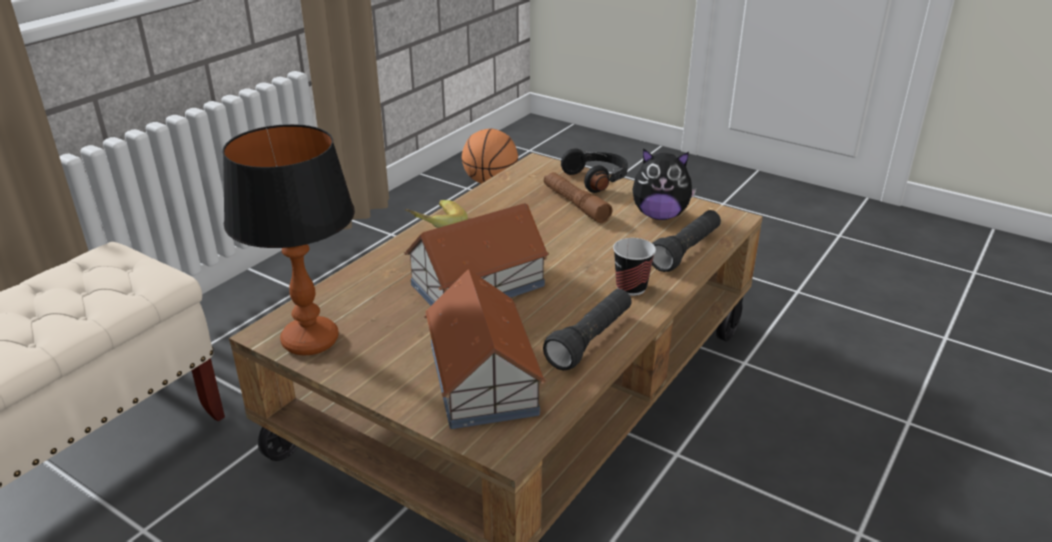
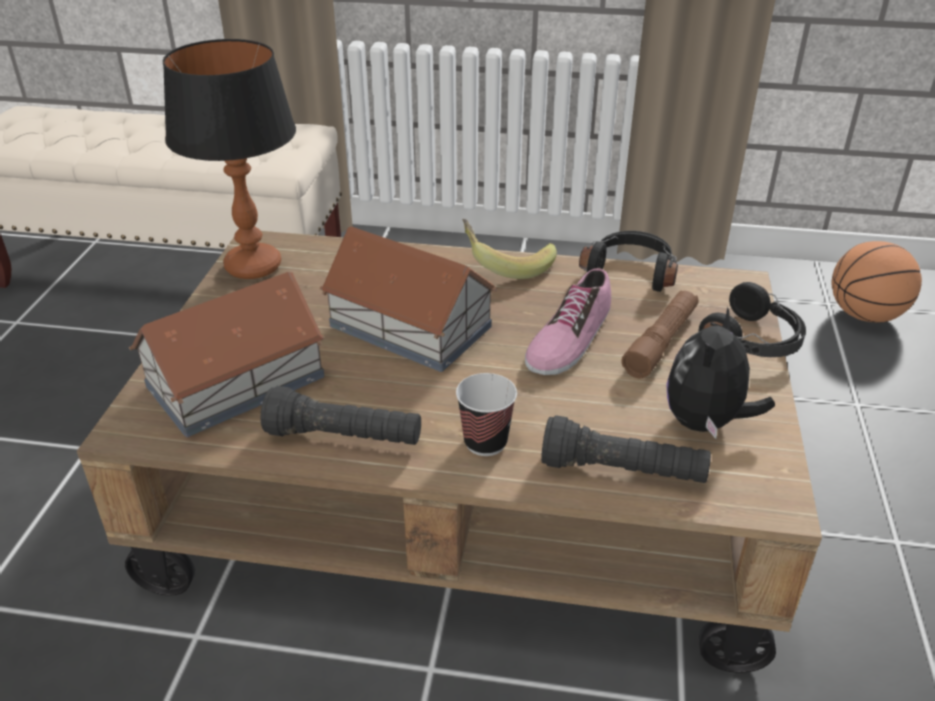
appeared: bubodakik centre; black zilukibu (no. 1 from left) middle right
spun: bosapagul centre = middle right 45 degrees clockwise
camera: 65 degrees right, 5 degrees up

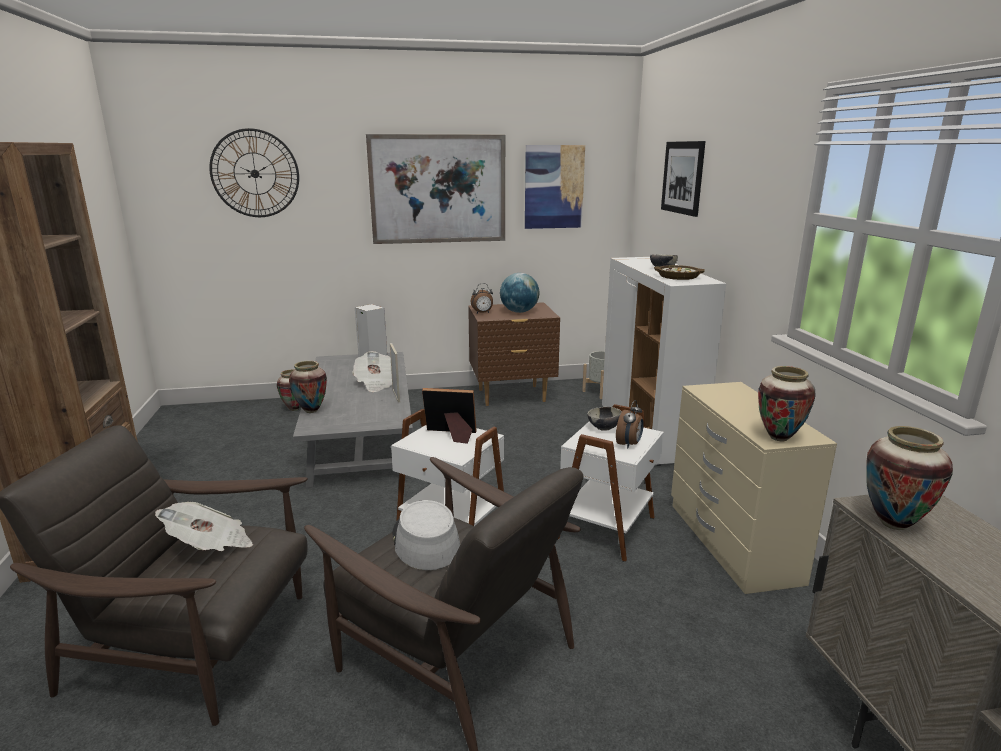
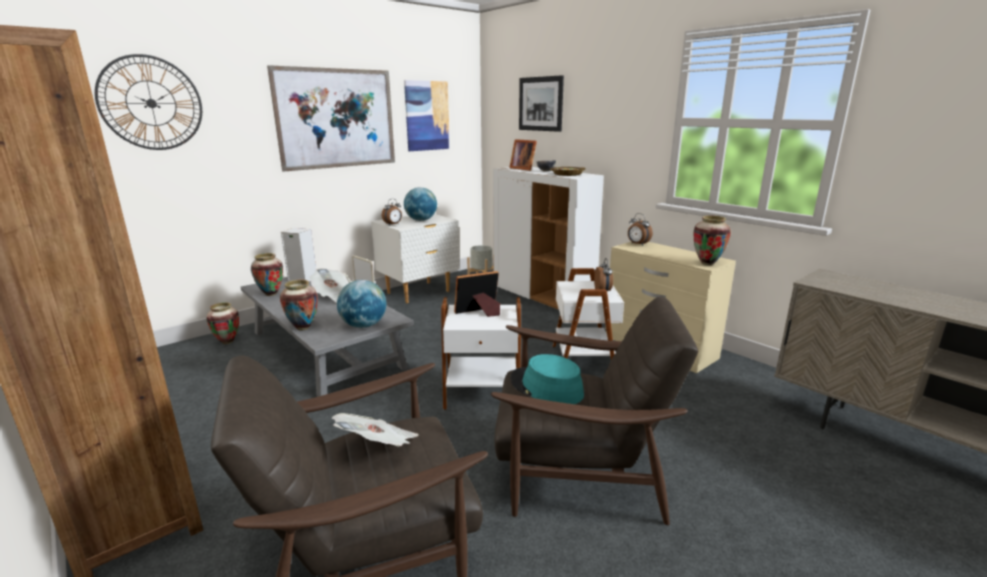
missing: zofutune (no. 1 from left) centre
appeared: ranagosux (no. 1 from left) centre; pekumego (no. 3 from left) top centre; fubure (no. 3 from left) centre
relocated: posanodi (no. 4 from left in the first image) middle right to posanodi (no. 2 from left) middle left
colour: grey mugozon bottom centre to turquoise mugozon centre; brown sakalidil centre to white sakalidil centre
camera: 30 degrees left, 0 degrees up

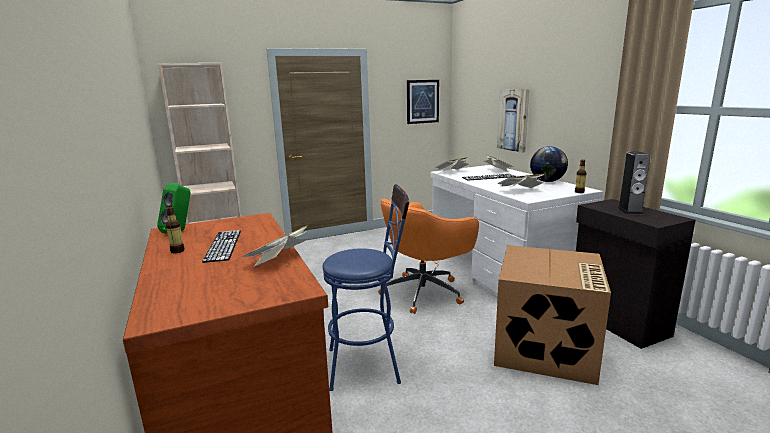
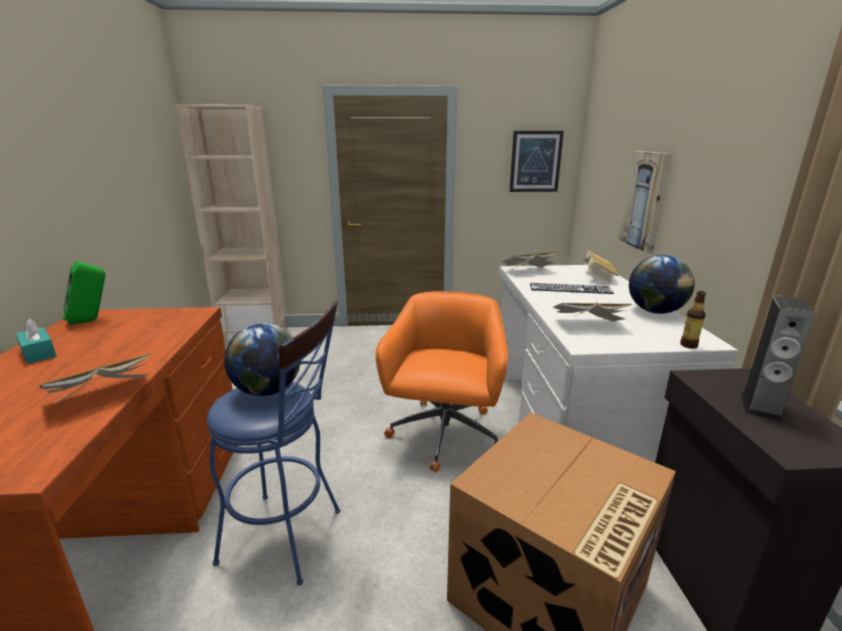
missing: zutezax (no. 1 from left) middle left
appeared: ranagosux (no. 1 from left) middle left
exchanged: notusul (no. 1 from left) middle left to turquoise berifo middle left
spun: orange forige centre = centre 120 degrees clockwise
camera: 20 degrees right, 5 degrees up

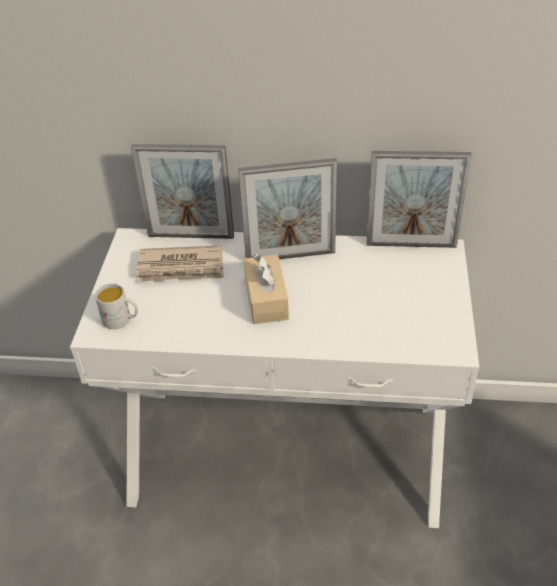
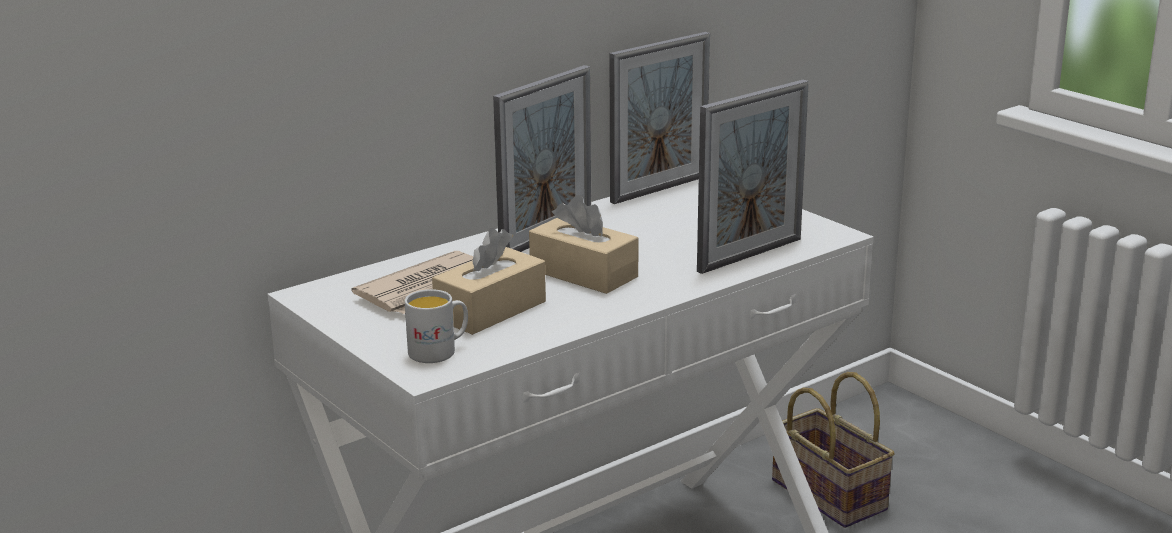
appeared: beige berifo (no. 1 from left) centre; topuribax bottom right
relocated: pekumego (no. 1 from left in the first image) top left to pekumego (no. 3 from left) top centre
camera: 45 degrees left, 20 degrees down

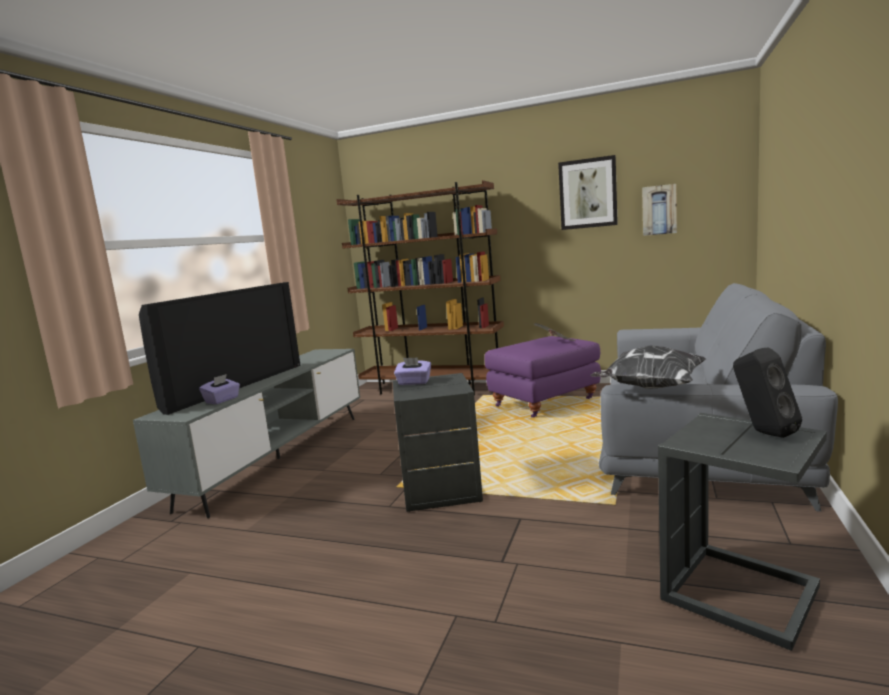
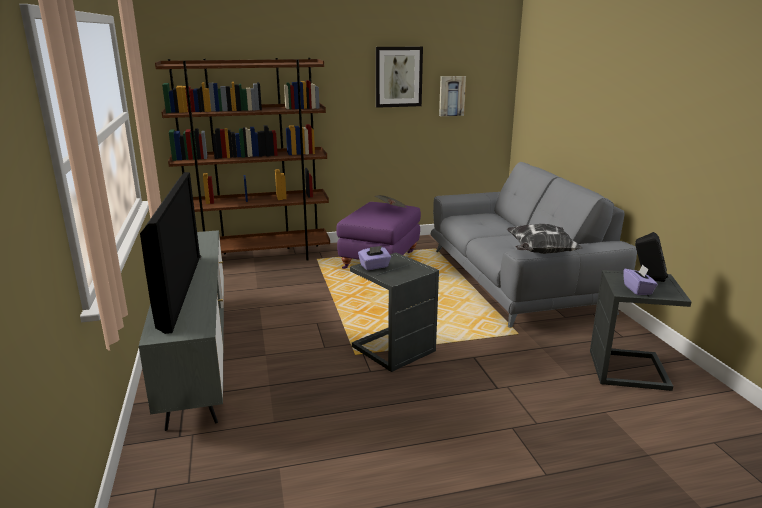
relocated: purple berifo (no. 1 from left in the first image) middle left to purple berifo (no. 2 from left) middle right
camera: 35 degrees left, 10 degrees up

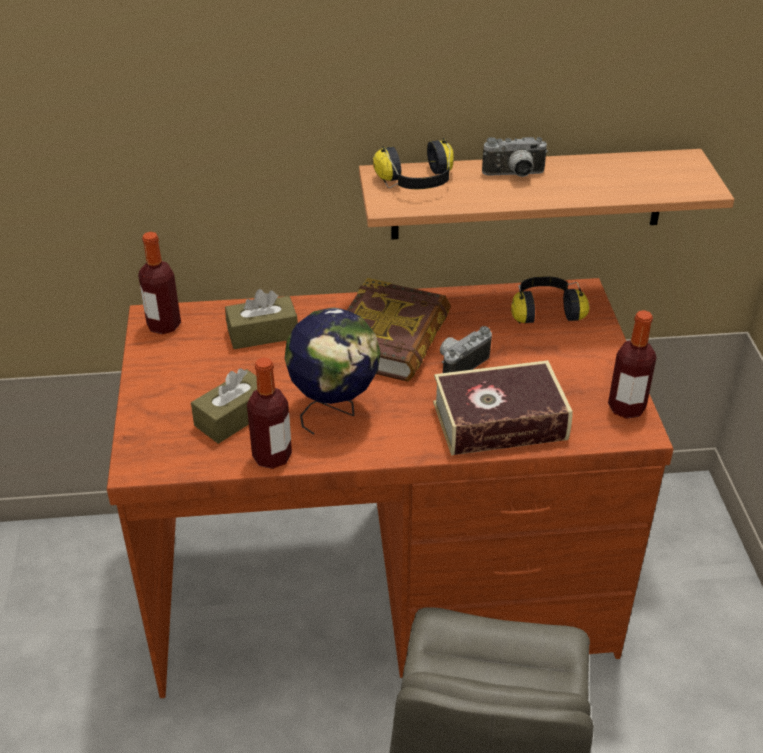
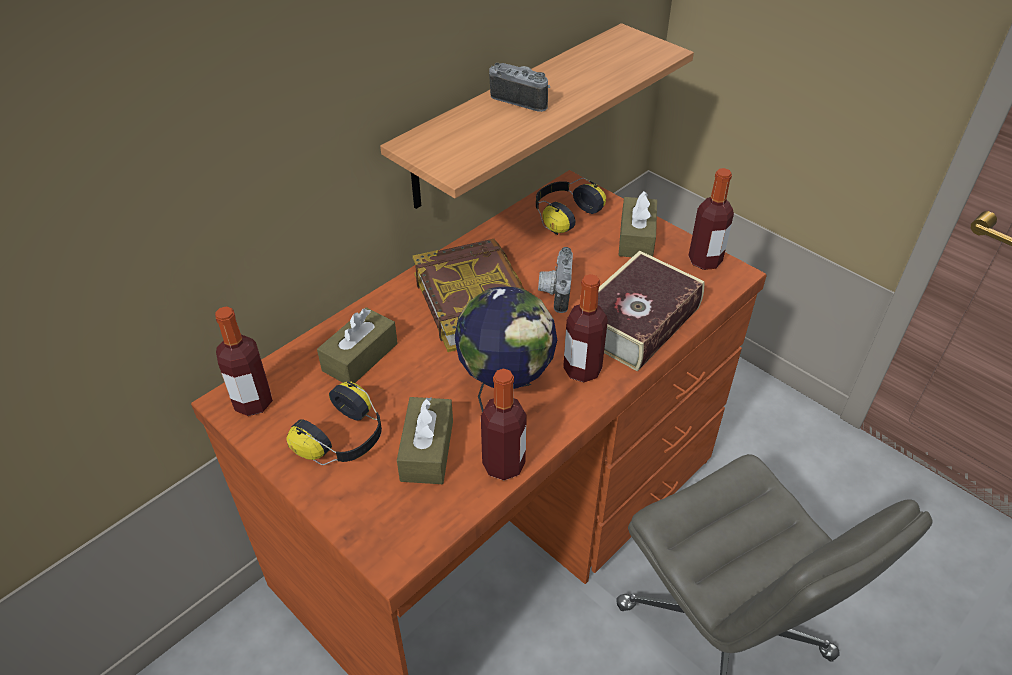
appeared: notusul (no. 3 from left) centre; brown berifo (no. 3 from left) top centre
relocated: zilukibu (no. 1 from left) top centre to middle left
spun: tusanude (no. 2 from left in the first image) top right = top centre 105 degrees counterclockwise
camera: 40 degrees left, 5 degrees up

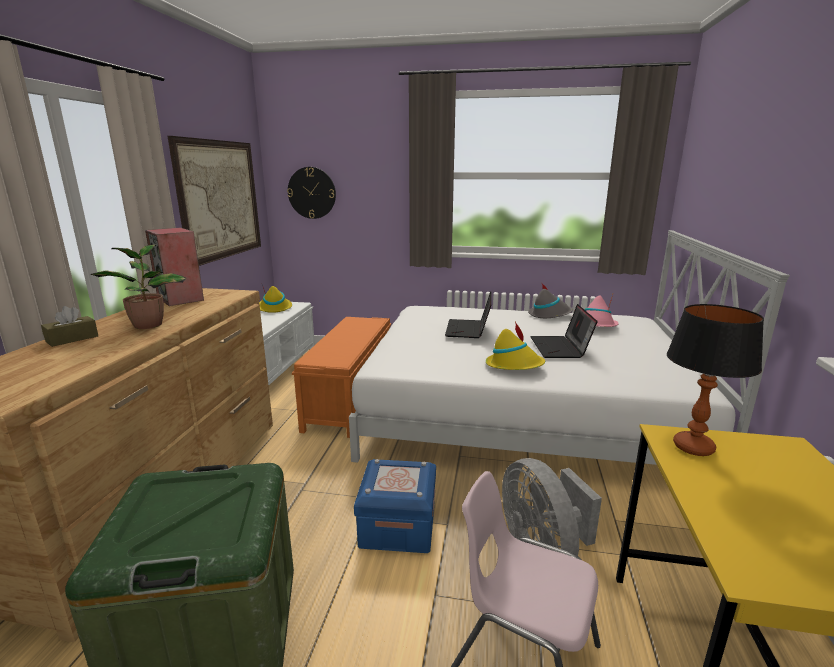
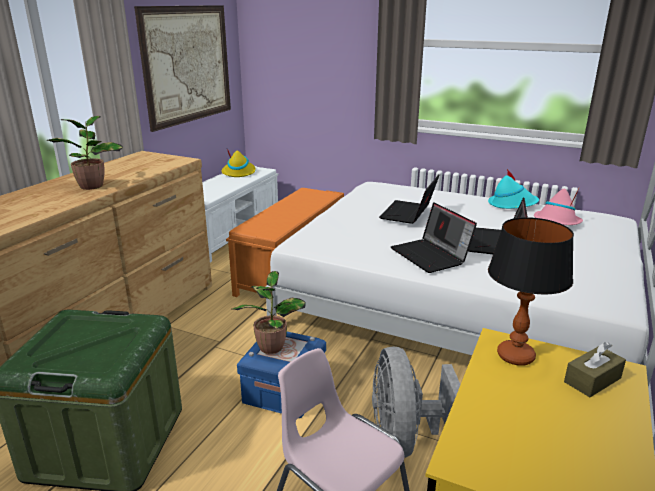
missing: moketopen middle left; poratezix top centre
appeared: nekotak (no. 2 from left) centre
relocated: brown berifo middle left to bottom right
exchanged: yellow mugozon (no. 2 from left) centre to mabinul (no. 2 from left) centre
colour: grey mugozon centre to turquoise mugozon middle right
camera: 15 degrees right, 5 degrees up

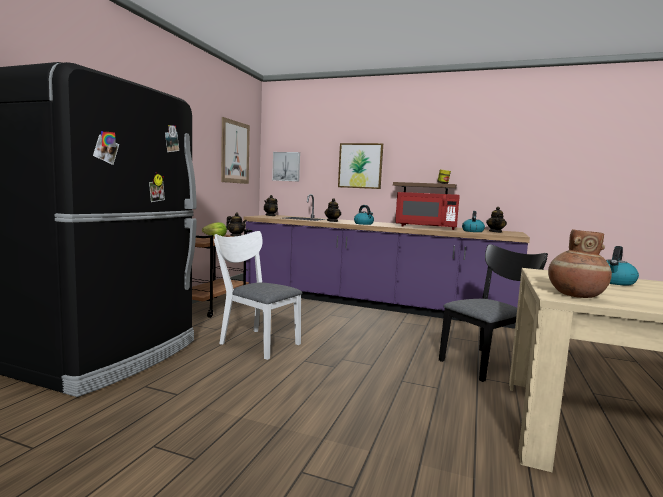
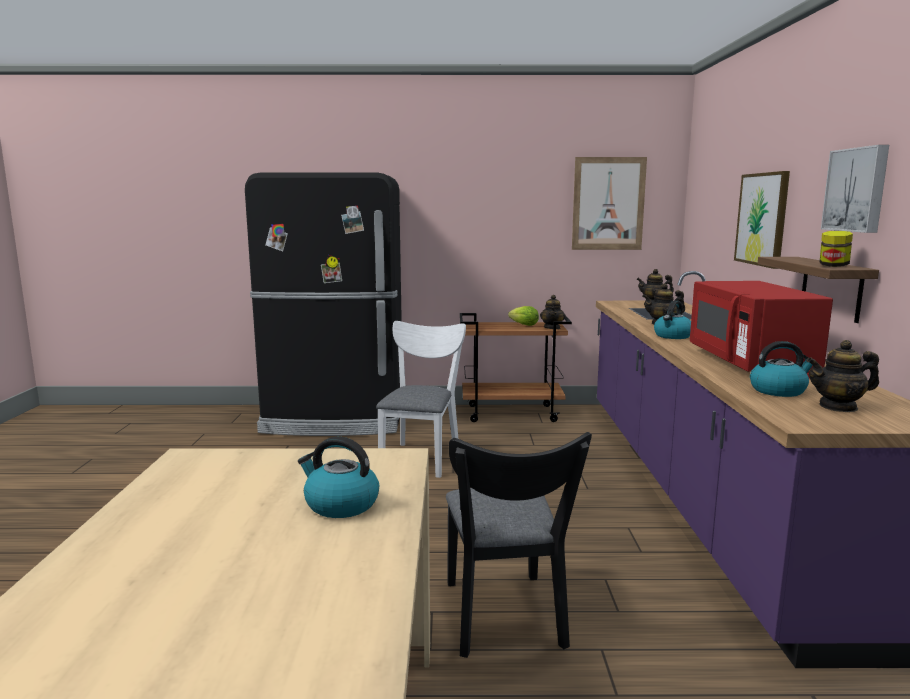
missing: brown posanodi middle right
relocated: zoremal (no. 2 from left in the first image) centre to zoremal (no. 3 from left) top right
spun: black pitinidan middle right = bottom centre 45 degrees clockwise
camera: 70 degrees right, 5 degrees up

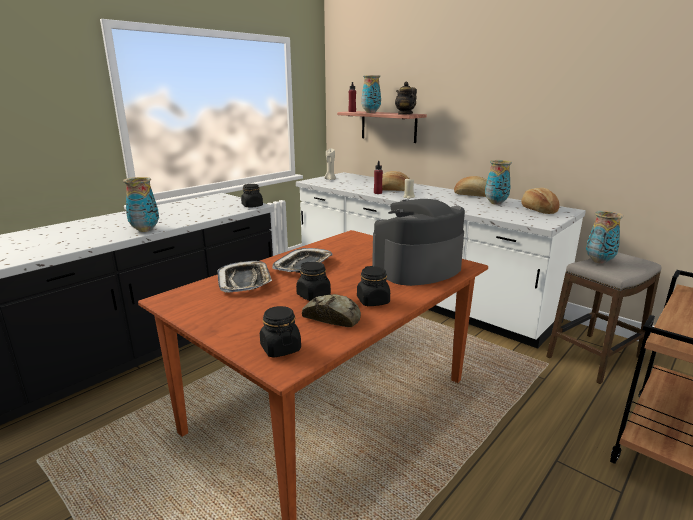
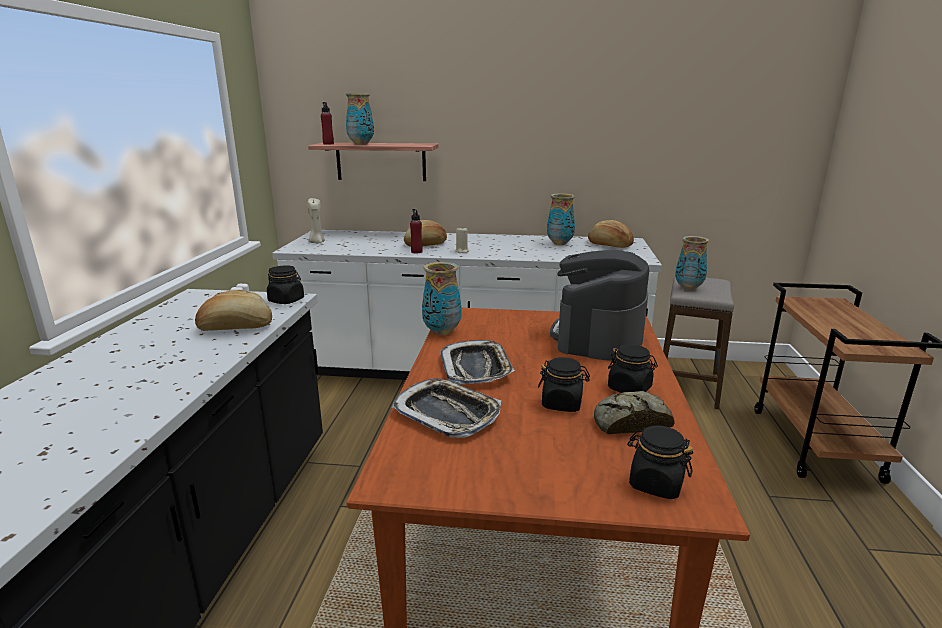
missing: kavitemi top centre
relocated: posanodi (no. 1 from left in the first image) middle left to posanodi (no. 2 from left) centre; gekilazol (no. 3 from left in the first image) middle right to gekilazol (no. 1 from left) middle left
camera: 35 degrees left, 0 degrees up

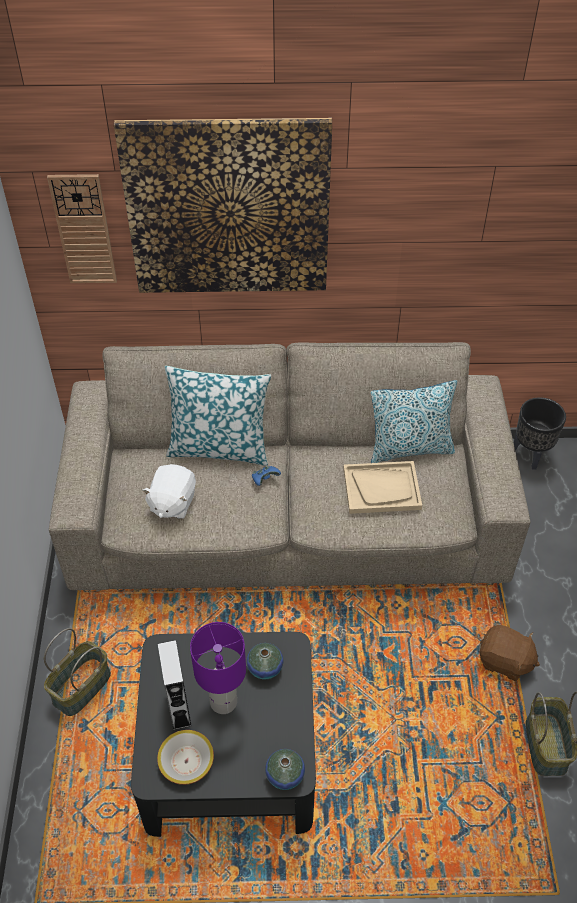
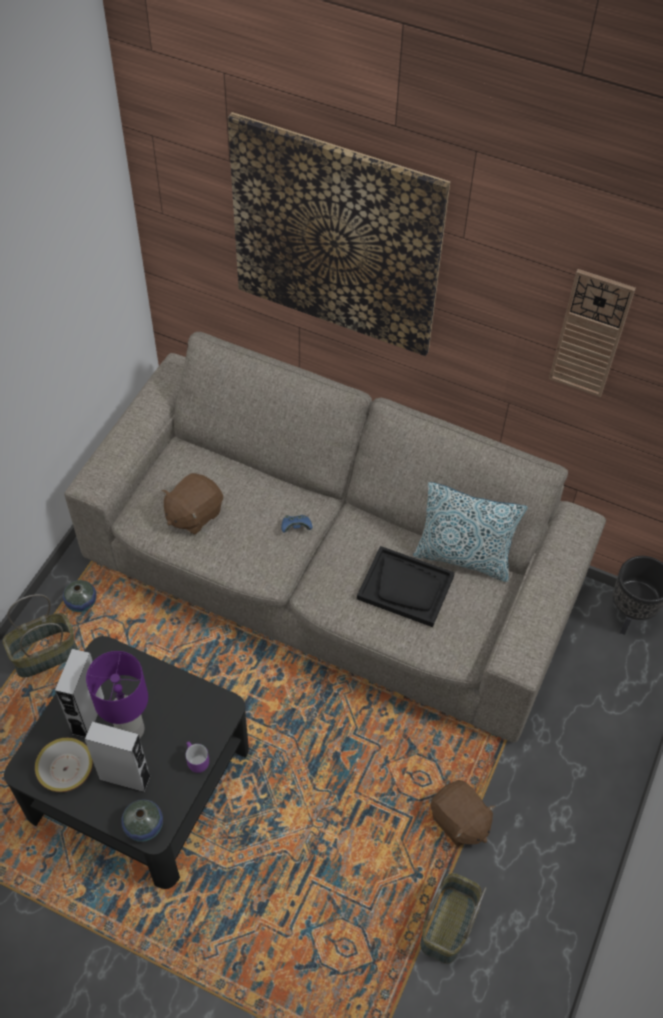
missing: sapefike (no. 1 from left) centre
appeared: grey moketopen (no. 2 from left) bottom left; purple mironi bottom left
relocated: poratezix top left to top right; posanodi (no. 1 from left) bottom centre to middle left
colour: white bosapagul middle left to brown bosapagul (no. 1 from left) middle left; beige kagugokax centre to black kagugokax centre
camera: 25 degrees right, 5 degrees up

